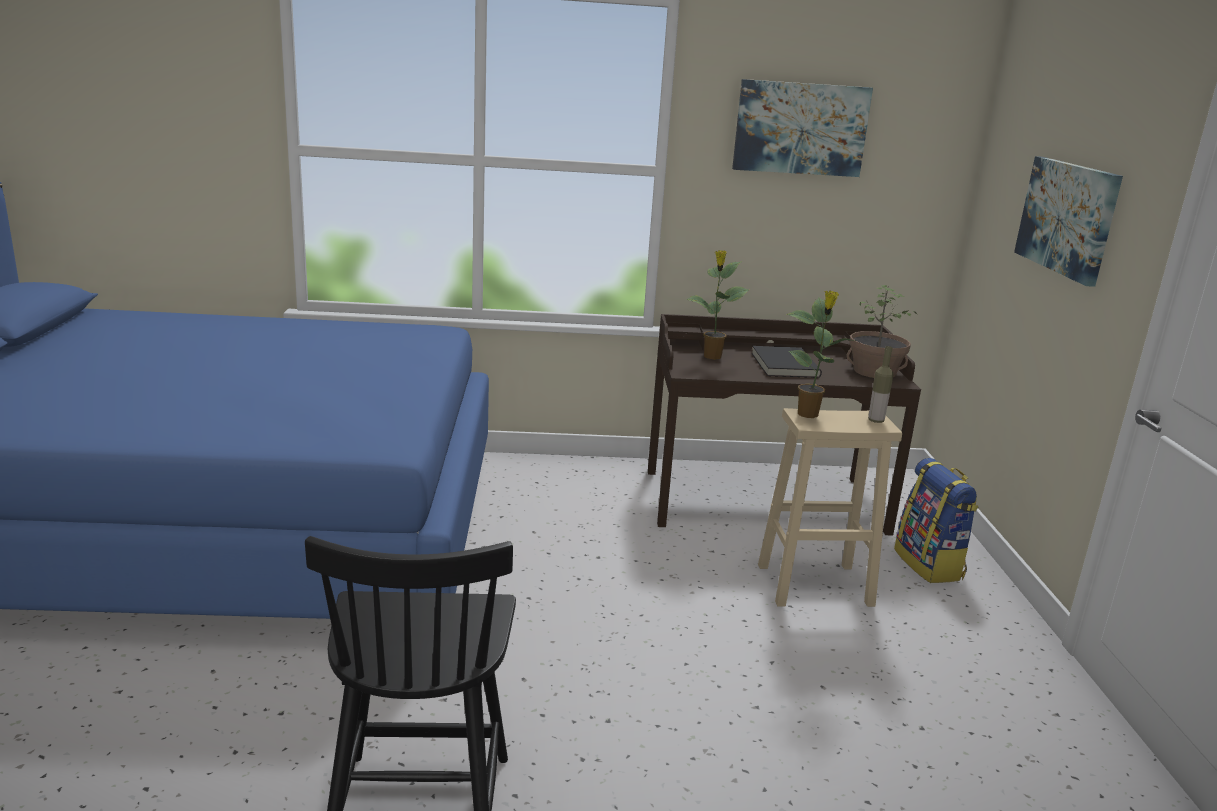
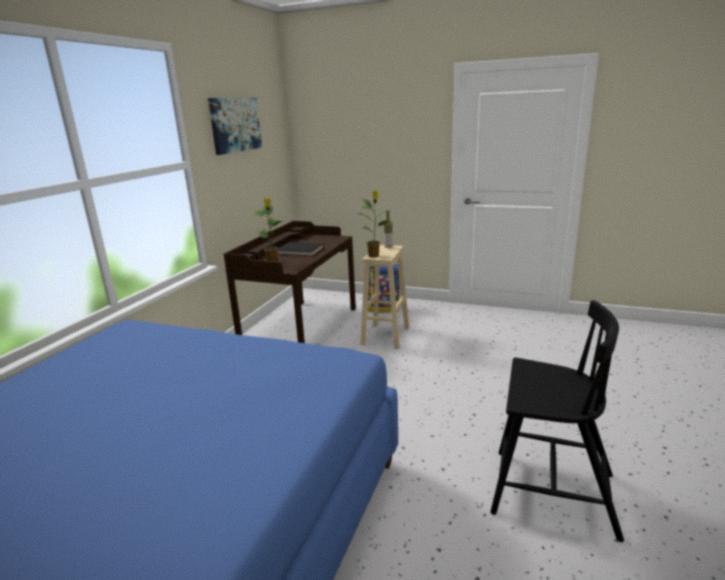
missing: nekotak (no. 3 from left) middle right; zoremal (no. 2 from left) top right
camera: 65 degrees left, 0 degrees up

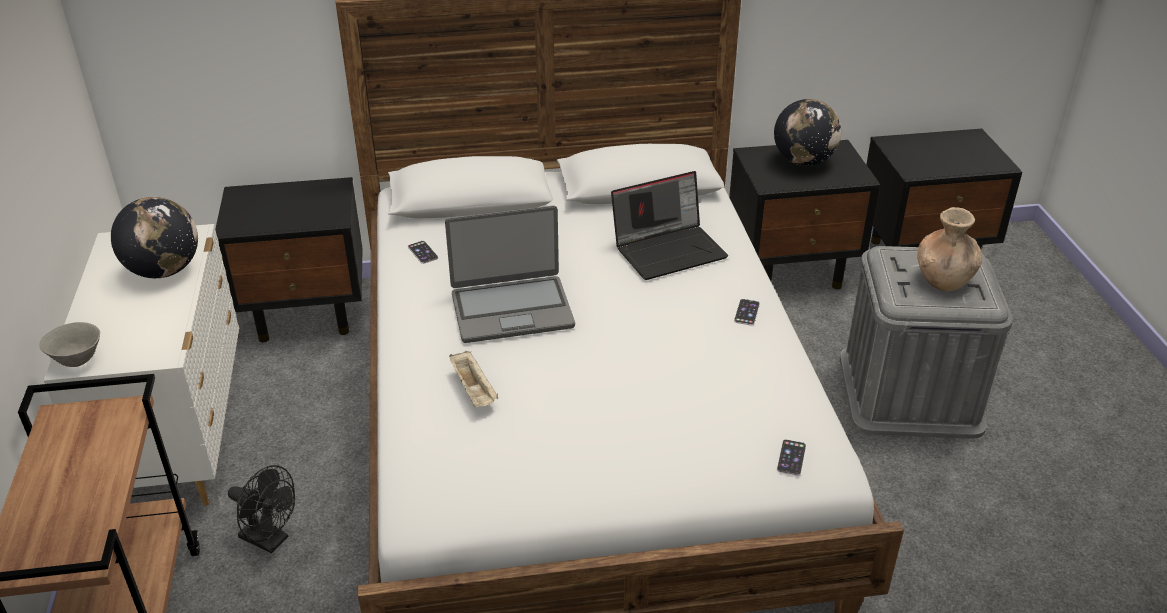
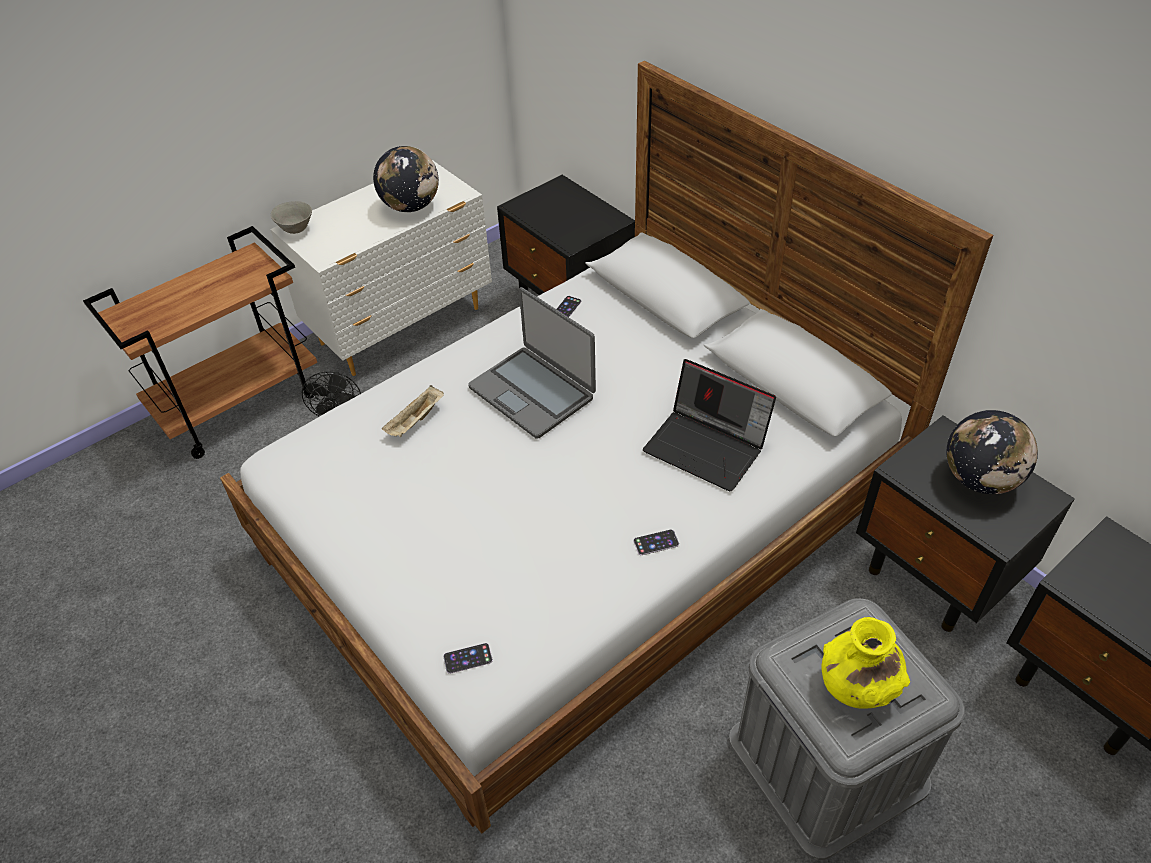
colour: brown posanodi middle right to yellow posanodi bottom right
camera: 60 degrees right, 10 degrees up

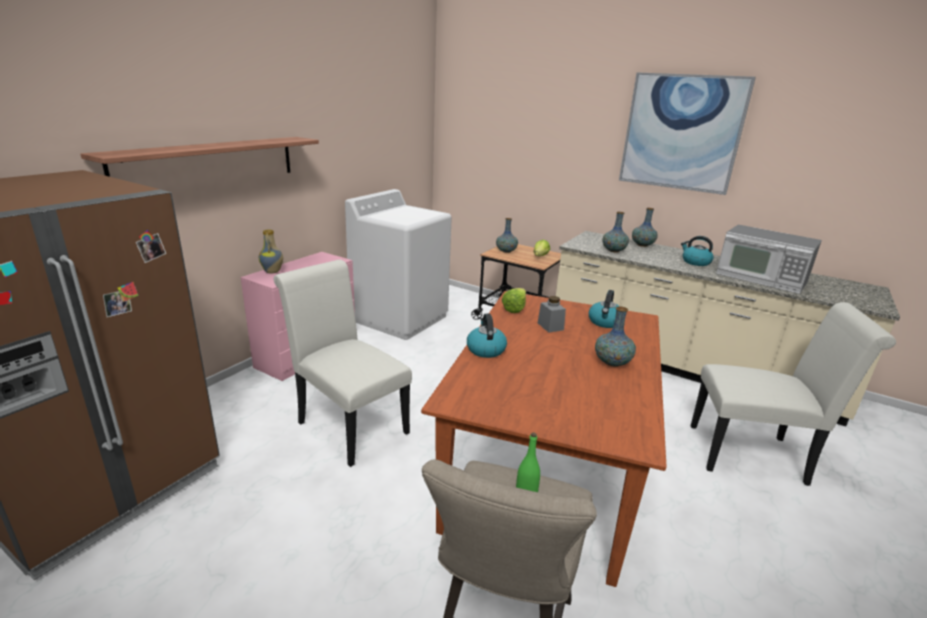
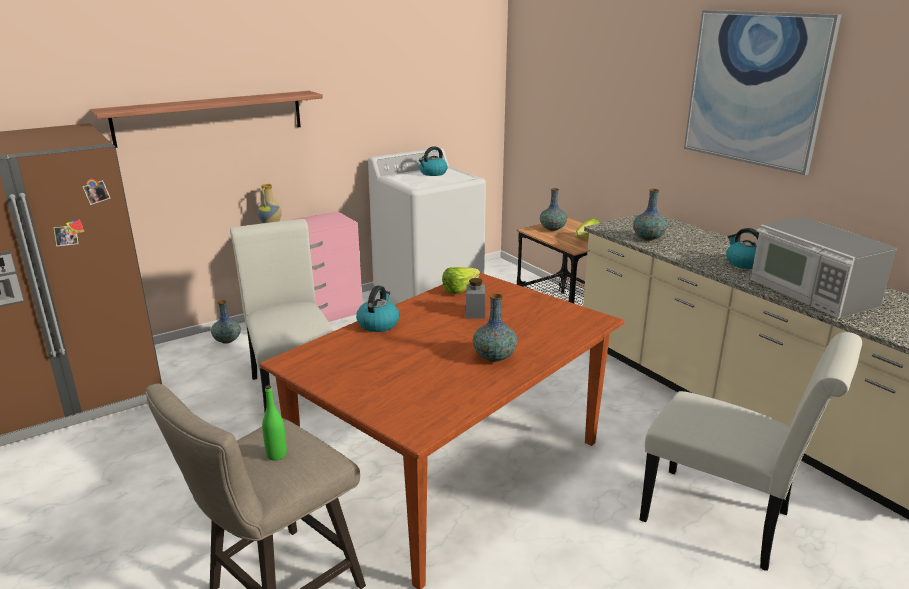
relocated: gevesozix (no. 2 from left) centre to top centre; posanodi (no. 5 from left in the first image) middle right to posanodi (no. 1 from left) middle left
camera: 25 degrees right, 0 degrees up

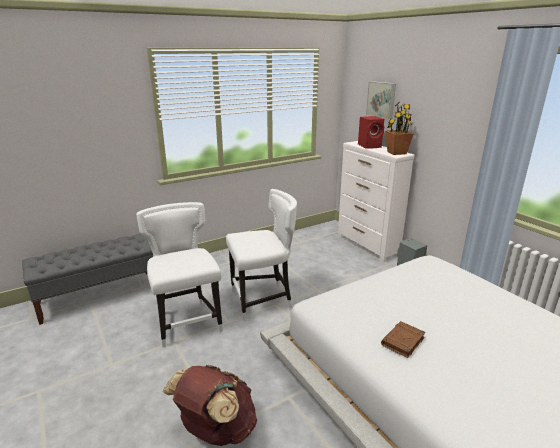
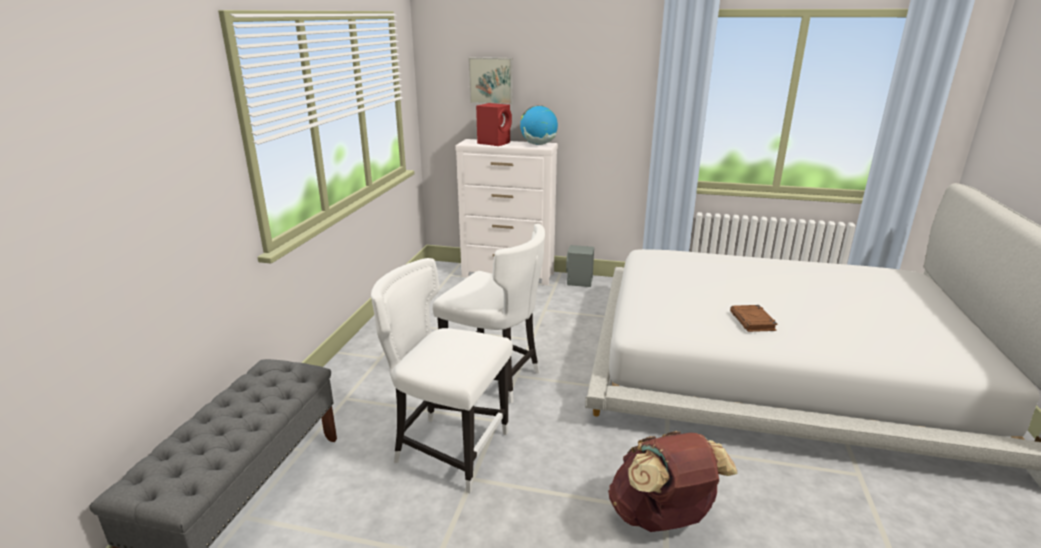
exchanged: nekotak top right to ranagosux top centre
spun: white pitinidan (no. 2 from left) centre = centre 90 degrees clockwise
camera: 45 degrees left, 0 degrees up

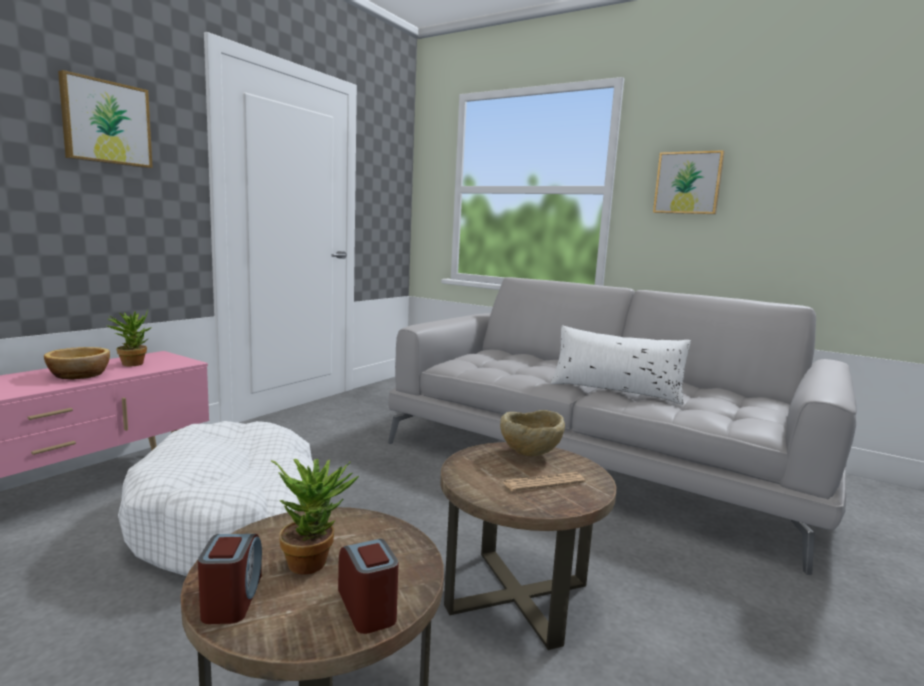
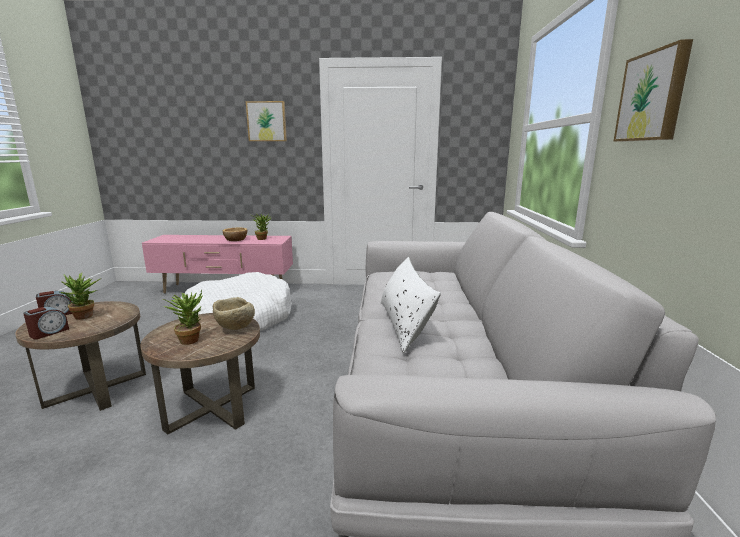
exchanged: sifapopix bottom centre to nekotak (no. 2 from left) middle left
camera: 60 degrees right, 5 degrees up

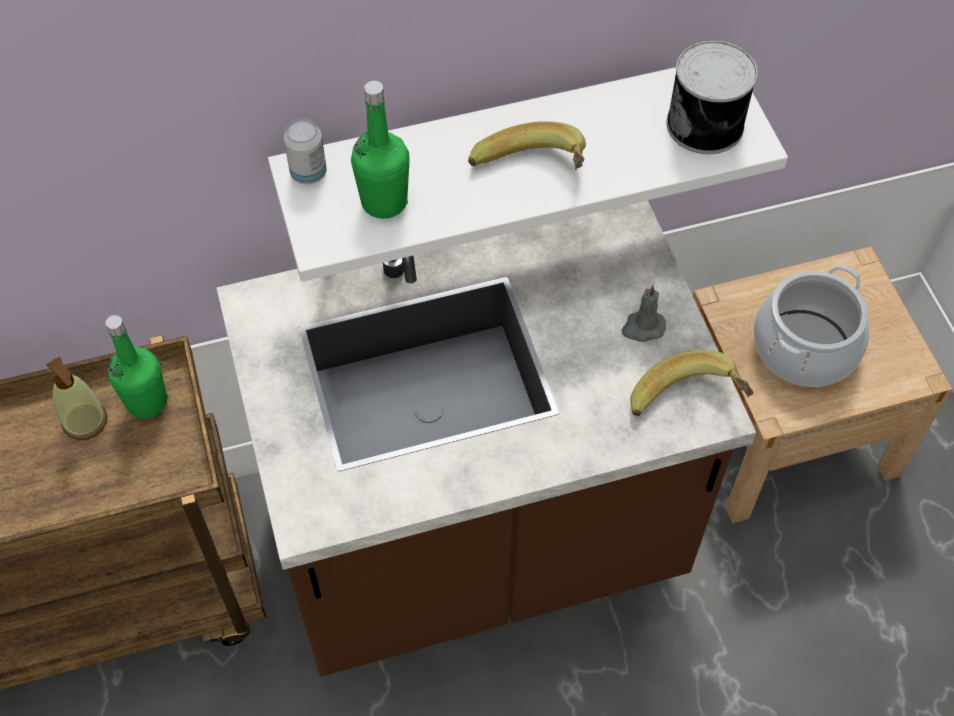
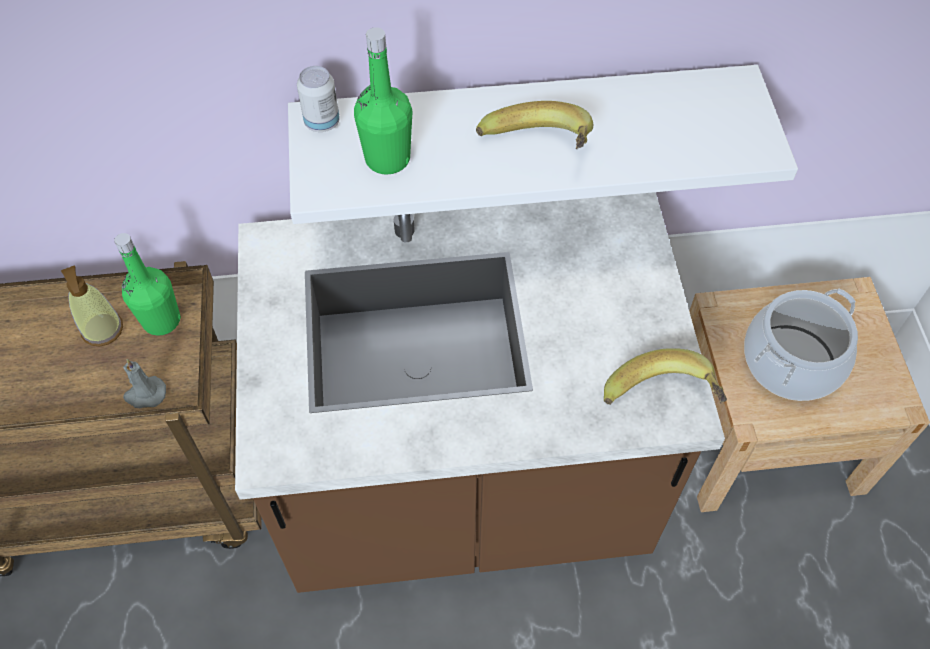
missing: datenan (no. 2 from left) top right
relocated: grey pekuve middle right to middle left
camera: 10 degrees right, 0 degrees up

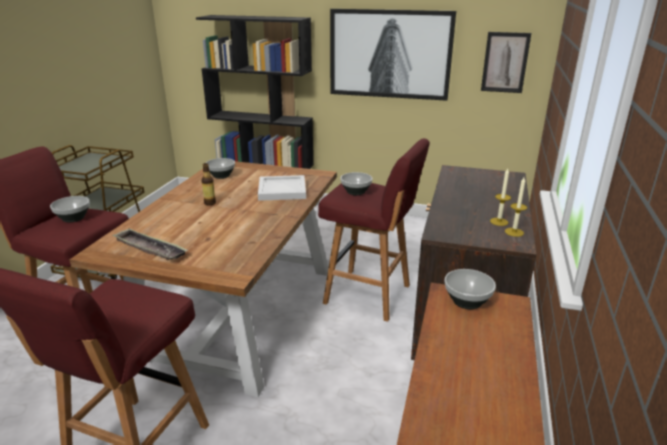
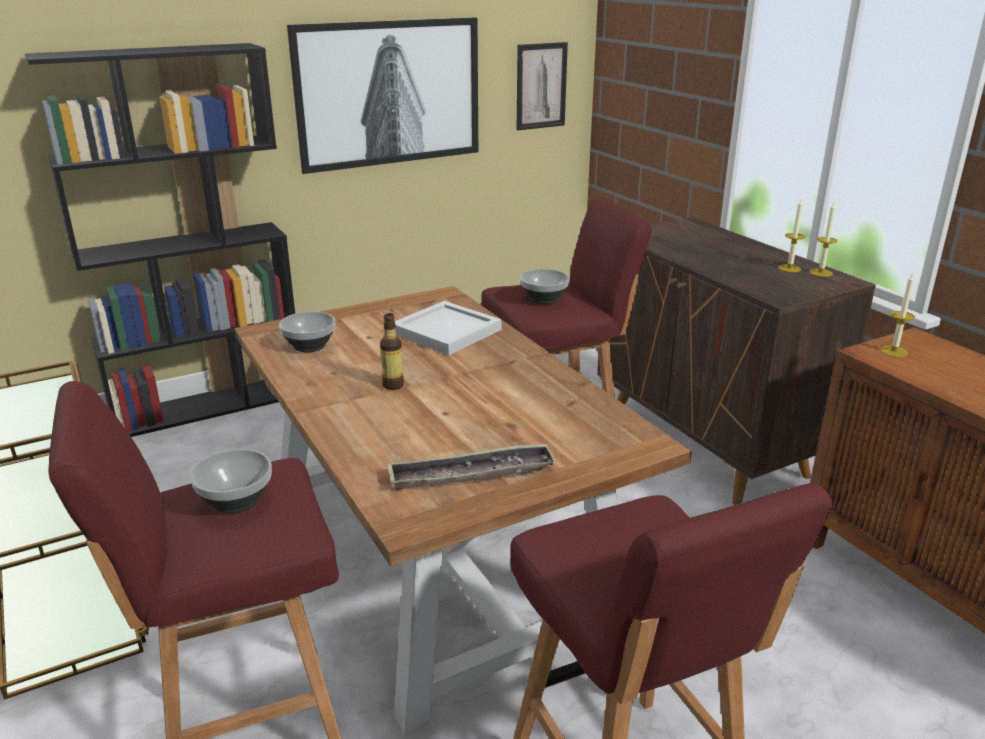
exchanged: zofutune (no. 4 from left) middle right to pekuve (no. 3 from left) middle right
camera: 45 degrees left, 0 degrees up

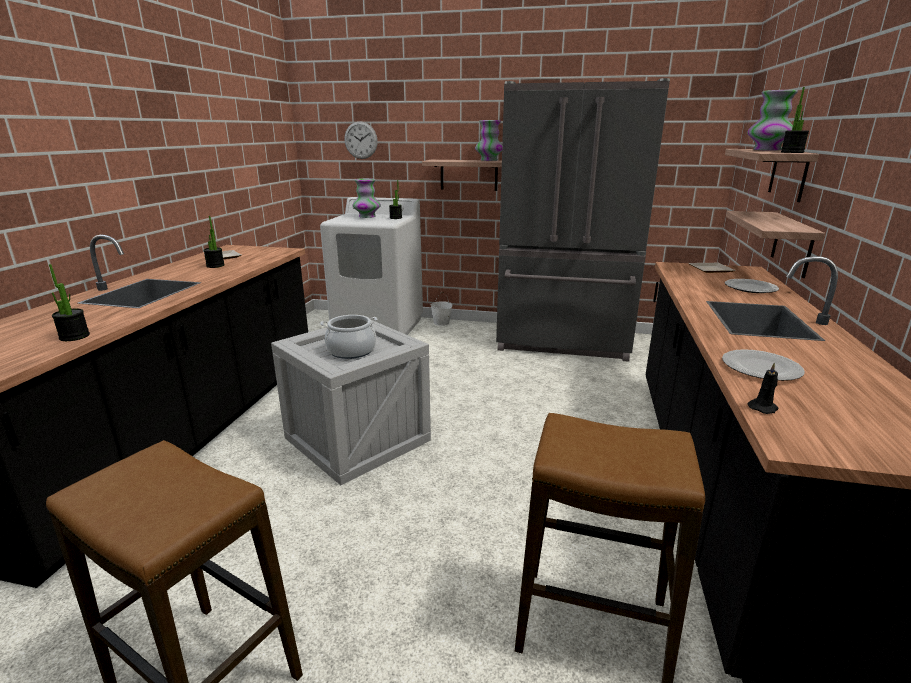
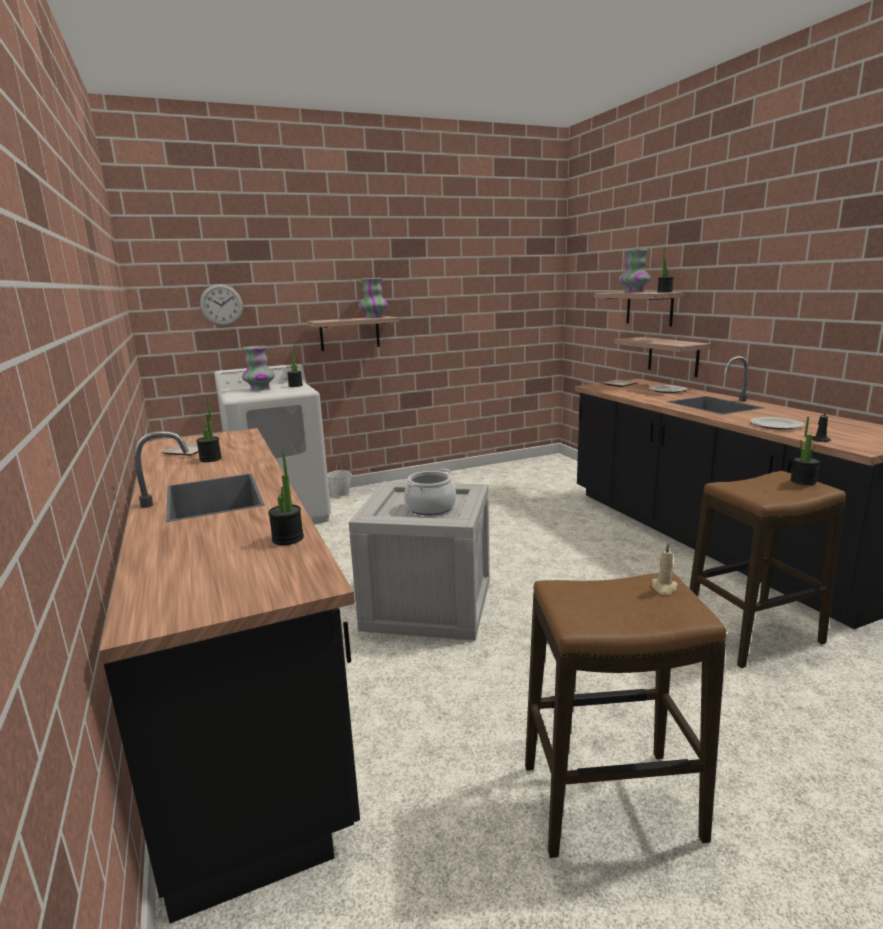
missing: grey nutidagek top centre
appeared: beige pekuve middle right; nekotak (no. 5 from left) middle right
camera: 35 degrees left, 5 degrees down

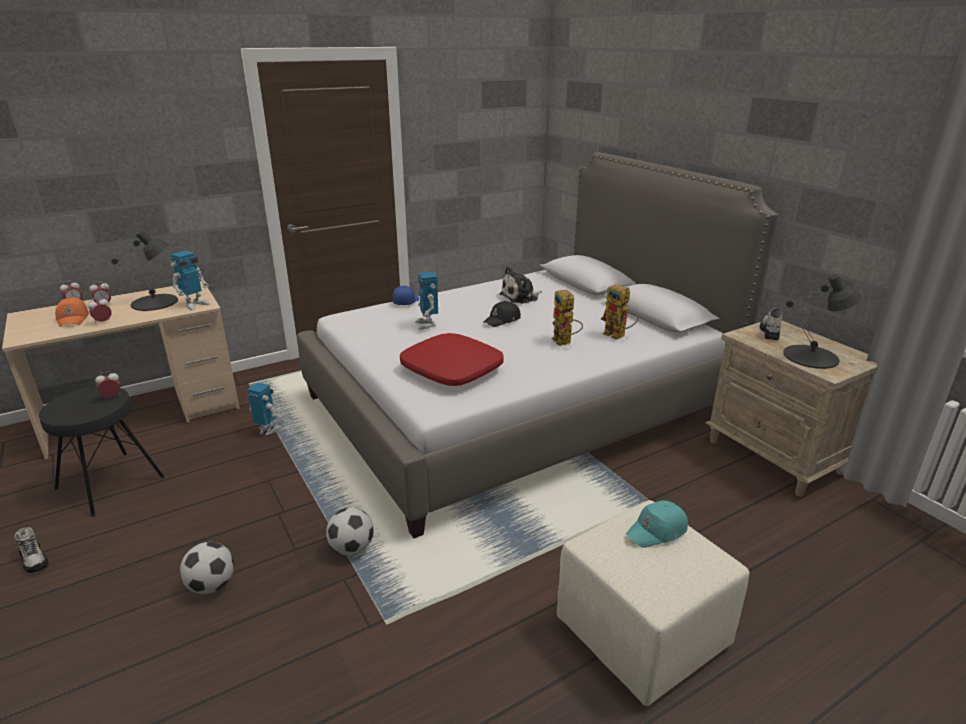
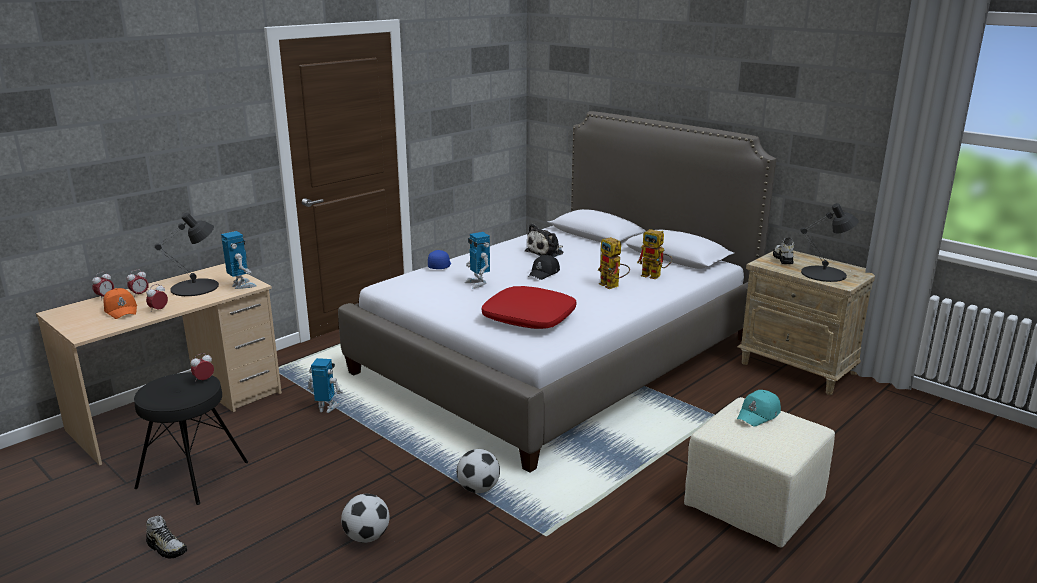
spun: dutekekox (no. 1 from left) middle left = middle left 60 degrees counterclockwise
camera: 15 degrees left, 5 degrees down

